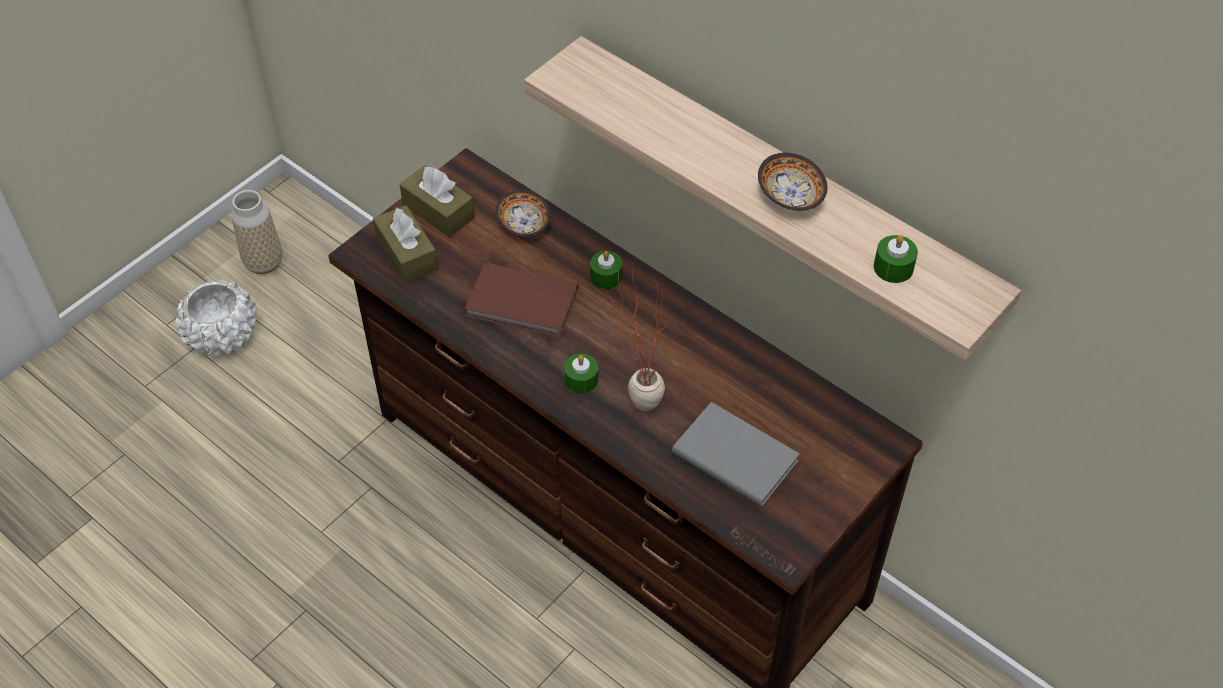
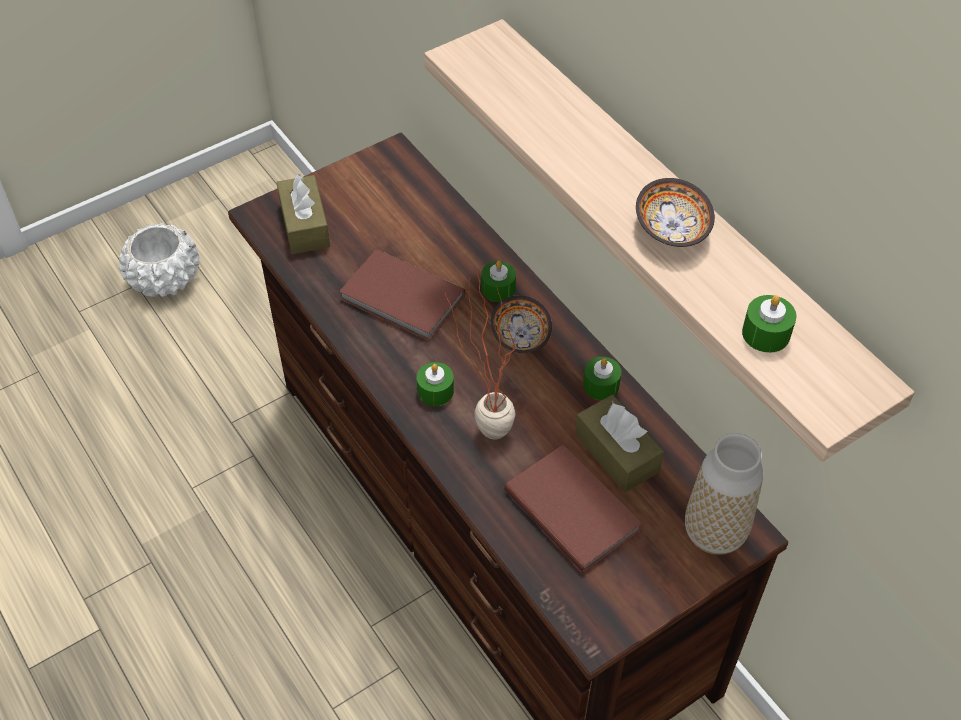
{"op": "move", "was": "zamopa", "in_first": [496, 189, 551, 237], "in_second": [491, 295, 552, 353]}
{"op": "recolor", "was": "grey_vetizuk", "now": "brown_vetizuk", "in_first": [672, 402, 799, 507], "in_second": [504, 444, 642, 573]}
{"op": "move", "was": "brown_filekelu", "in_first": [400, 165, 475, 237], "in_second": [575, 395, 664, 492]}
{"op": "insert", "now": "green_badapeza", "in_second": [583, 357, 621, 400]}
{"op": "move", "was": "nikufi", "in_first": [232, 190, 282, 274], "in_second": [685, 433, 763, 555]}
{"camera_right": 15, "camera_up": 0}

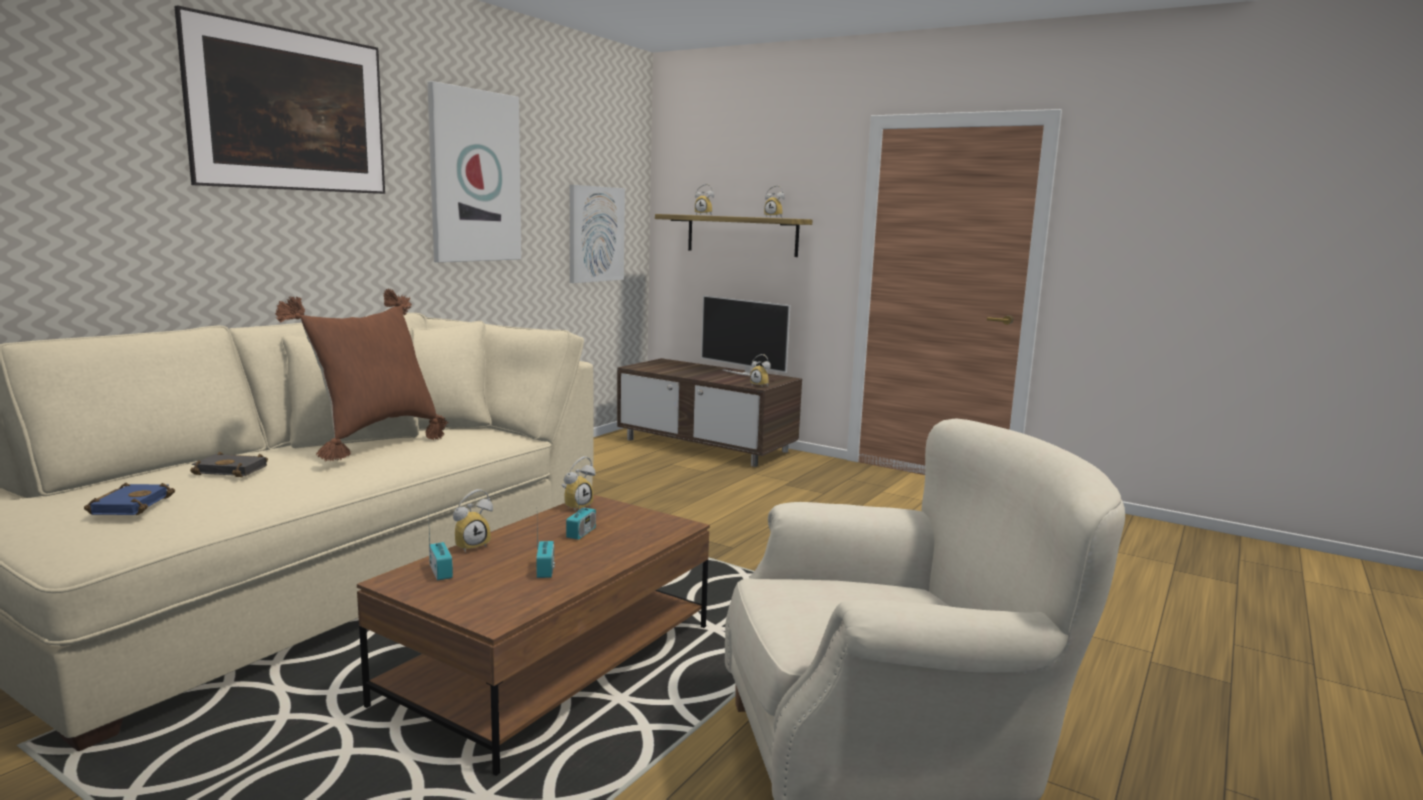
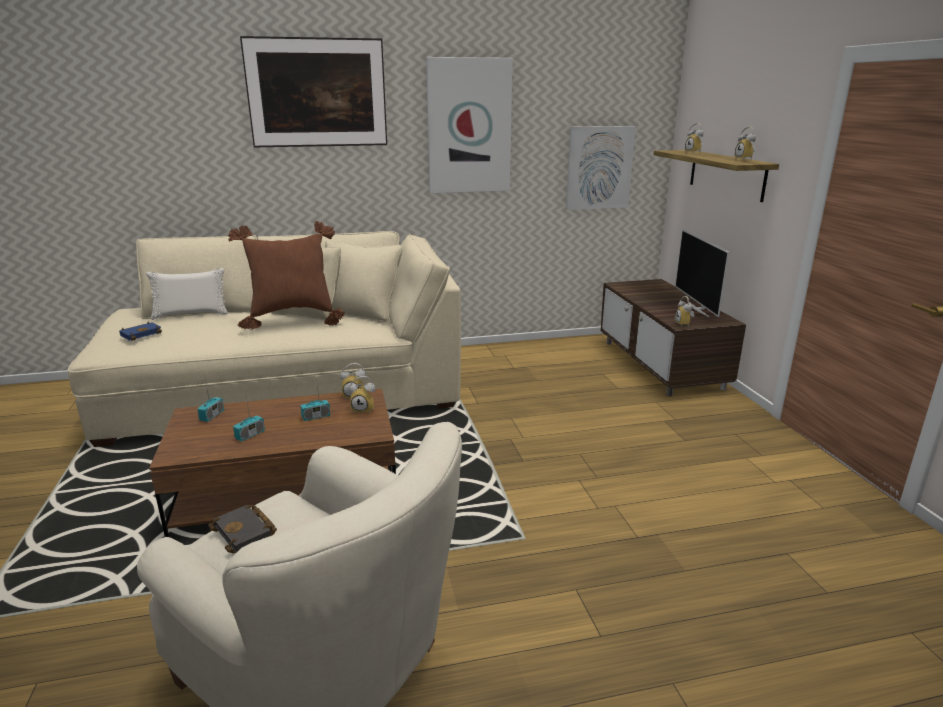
{"op": "insert", "now": "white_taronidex", "in_second": [146, 268, 228, 320]}
{"op": "move", "was": "black_vetizuk", "in_first": [190, 452, 268, 477], "in_second": [208, 505, 277, 553]}
{"op": "move", "was": "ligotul", "in_first": [453, 489, 493, 553], "in_second": [349, 376, 375, 414]}
{"camera_right": 45, "camera_up": 10}

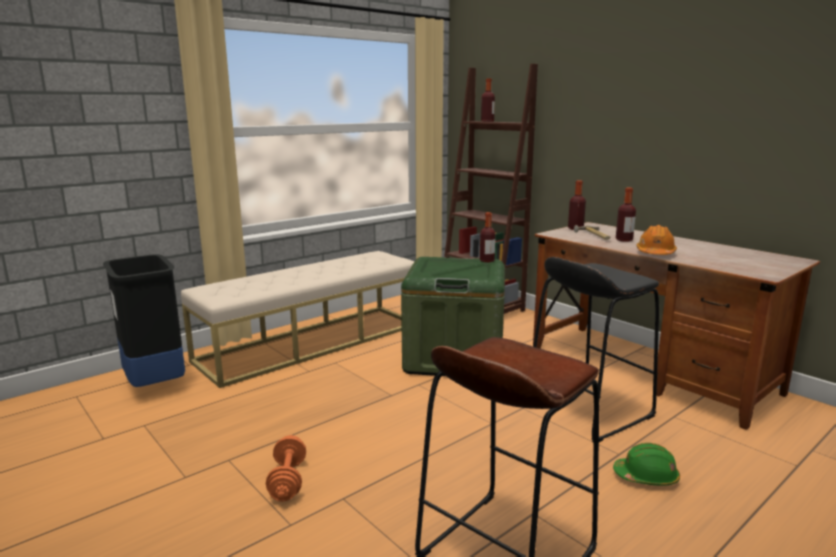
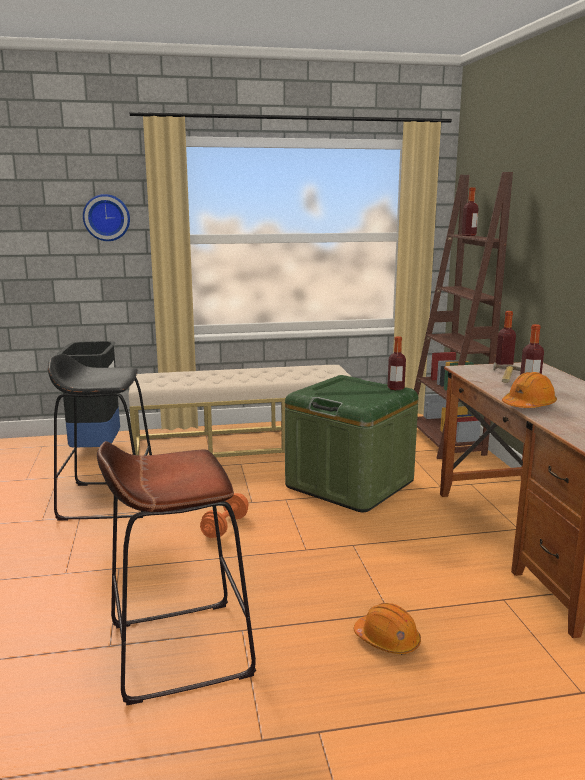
{"op": "move", "was": "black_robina", "in_first": [533, 257, 659, 443], "in_second": [48, 354, 152, 521]}
{"op": "insert", "now": "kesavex", "in_second": [83, 194, 130, 241]}
{"op": "move", "was": "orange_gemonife", "in_first": [266, 435, 306, 502], "in_second": [200, 493, 249, 538]}
{"op": "recolor", "was": "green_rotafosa", "now": "orange_rotafosa", "in_first": [613, 443, 680, 485], "in_second": [354, 603, 421, 655]}
{"camera_right": 30, "camera_up": 0}

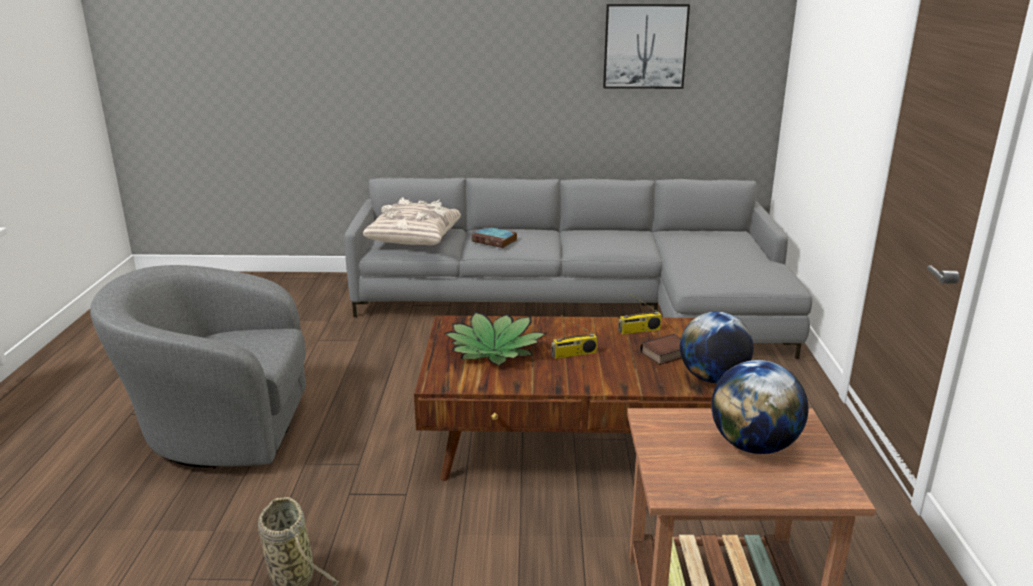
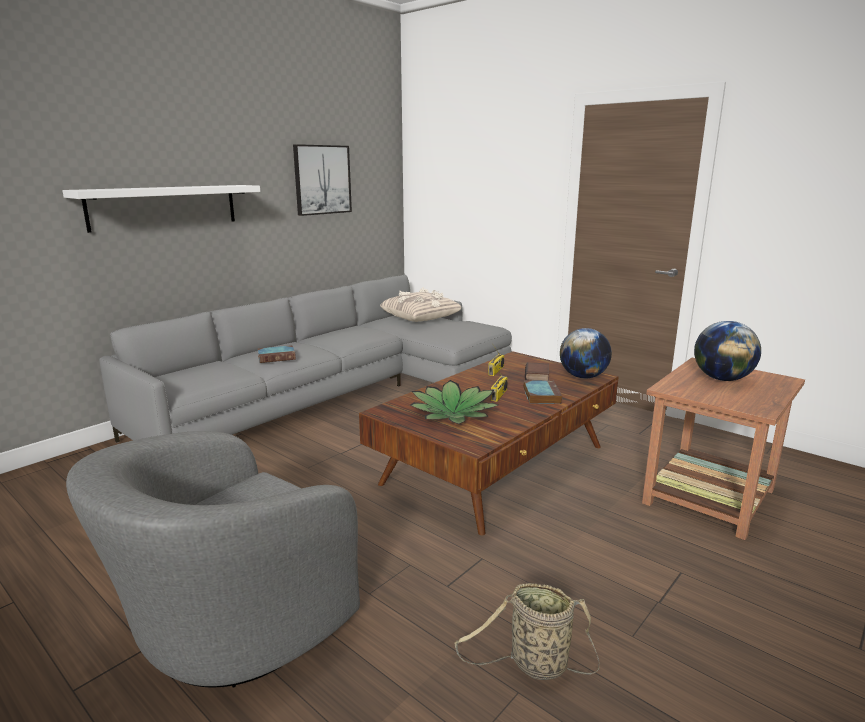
{"op": "insert", "now": "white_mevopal", "in_second": [62, 185, 260, 233]}
{"op": "move", "was": "beige_taronidex", "in_first": [363, 197, 461, 245], "in_second": [380, 288, 461, 322]}
{"op": "insert", "now": "vetizuk", "in_second": [523, 380, 562, 404]}
{"camera_right": -50, "camera_up": -5}

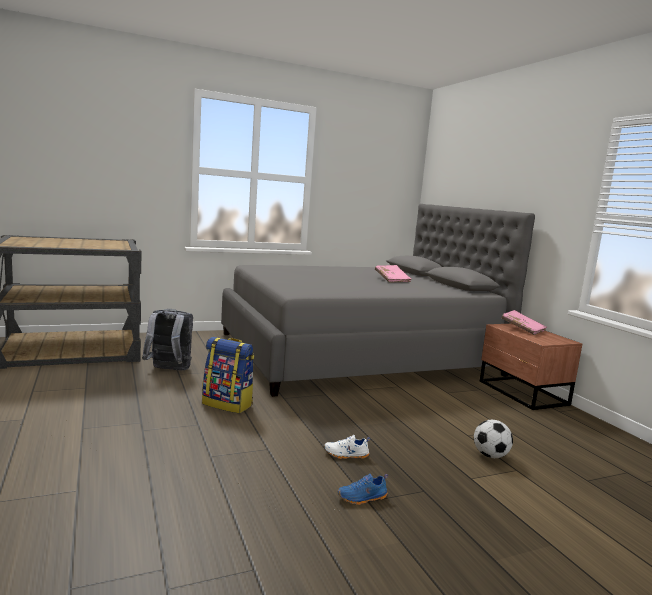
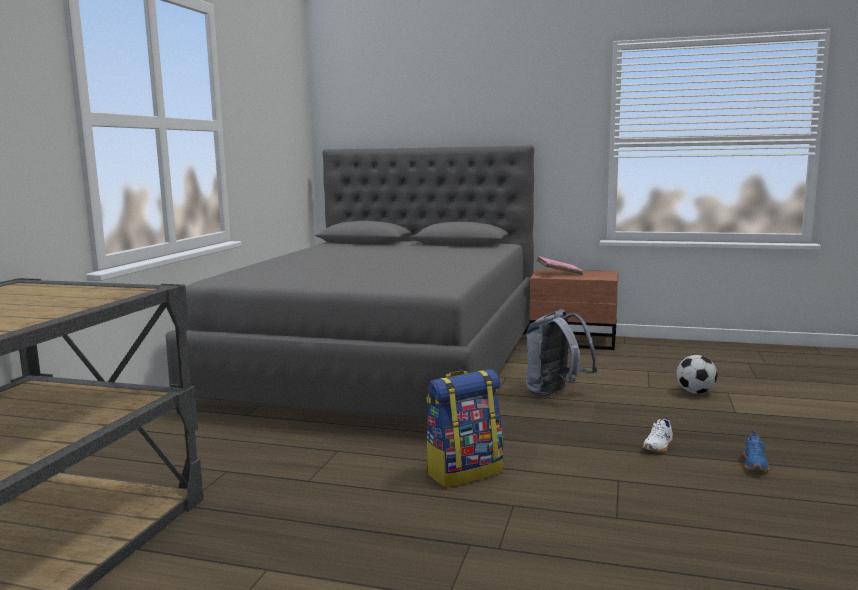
{"op": "move", "was": "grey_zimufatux", "in_first": [142, 309, 193, 370], "in_second": [526, 309, 598, 396]}
{"op": "delete", "was": "pink_vetizuk", "in_first": [375, 265, 412, 283]}
{"camera_right": -50, "camera_up": 0}

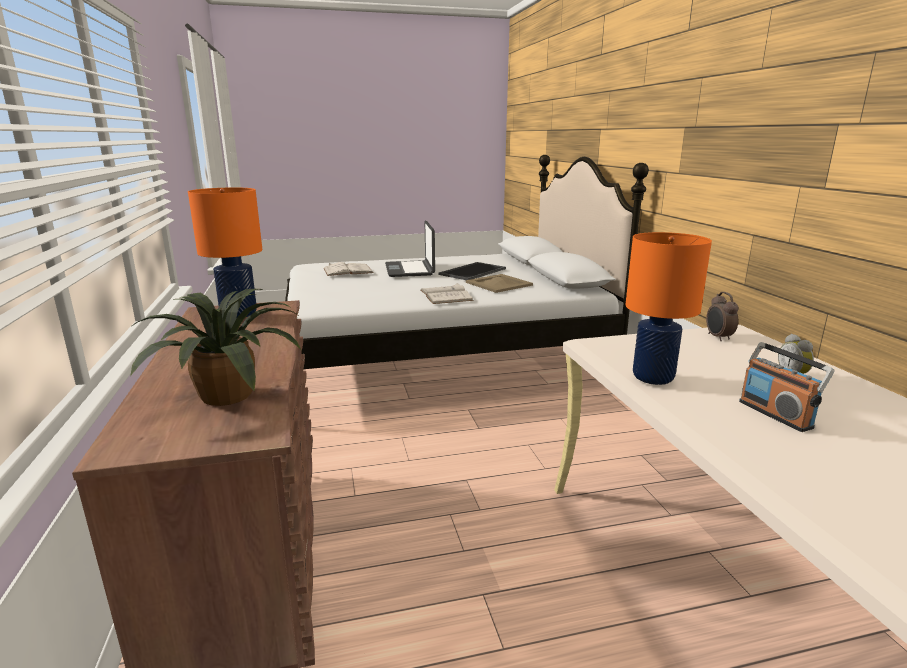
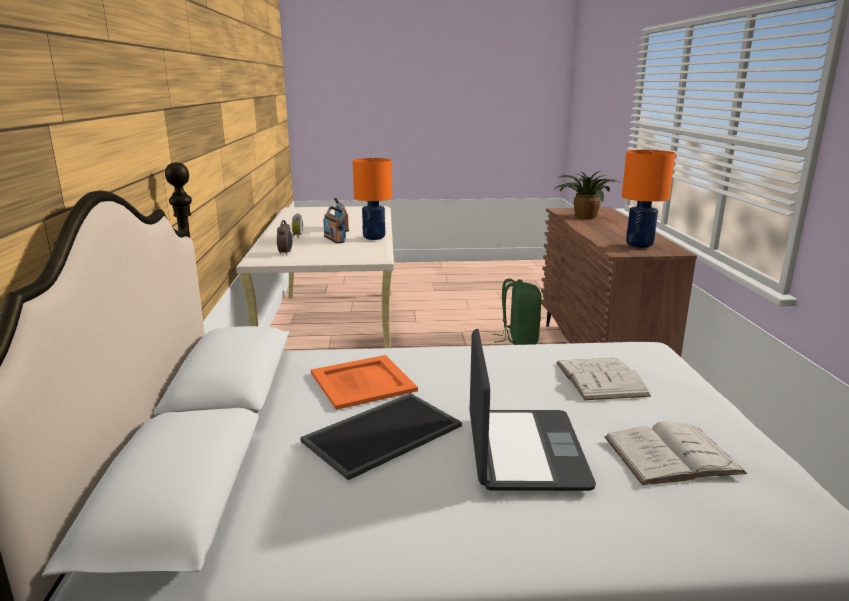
{"op": "recolor", "was": "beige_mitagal", "now": "orange_mitagal", "in_first": [466, 274, 533, 293], "in_second": [311, 355, 418, 410]}
{"op": "insert", "now": "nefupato", "in_second": [323, 206, 346, 243]}
{"op": "insert", "now": "green_zimufatux", "in_second": [493, 279, 542, 345]}
{"op": "move", "was": "white_vetizuk", "in_first": [420, 283, 474, 304], "in_second": [556, 358, 651, 400]}
{"camera_right": -170, "camera_up": 0}

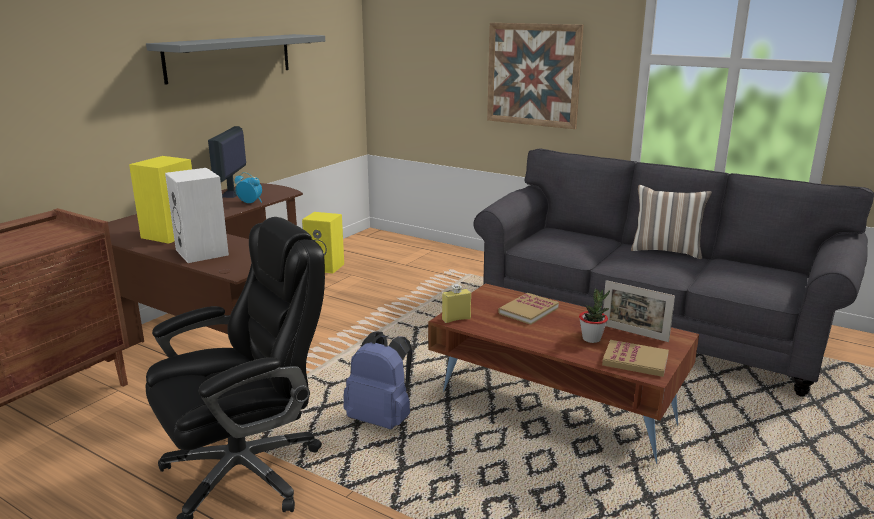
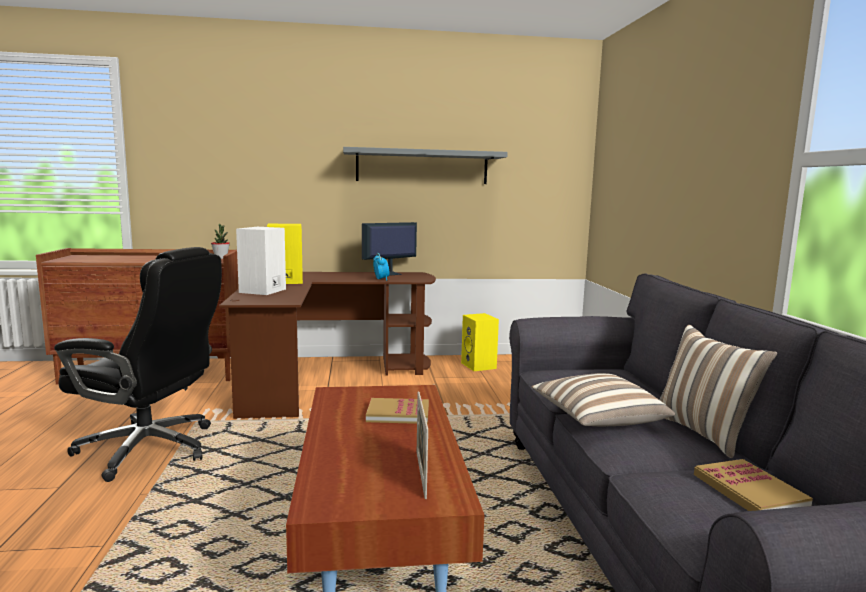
{"op": "move", "was": "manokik", "in_first": [579, 289, 610, 343], "in_second": [211, 224, 230, 259]}
{"op": "insert", "now": "taronidex", "in_second": [532, 373, 675, 427]}
{"op": "move", "was": "vetizuk", "in_first": [602, 340, 669, 377], "in_second": [694, 459, 813, 511]}
{"op": "delete", "was": "blue_zimufatux", "in_first": [343, 331, 412, 429]}
{"op": "delete", "was": "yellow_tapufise", "in_first": [442, 284, 471, 323]}
{"op": "delete", "was": "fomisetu", "in_first": [487, 23, 584, 129]}
{"camera_right": 50, "camera_up": -10}

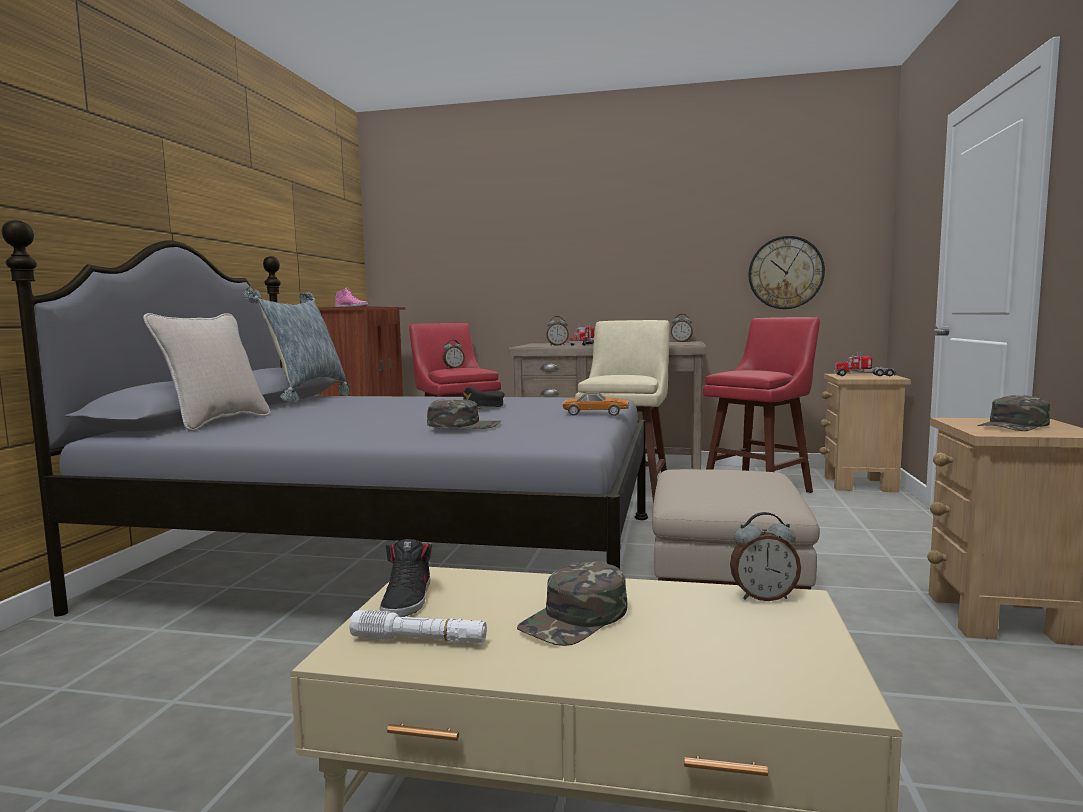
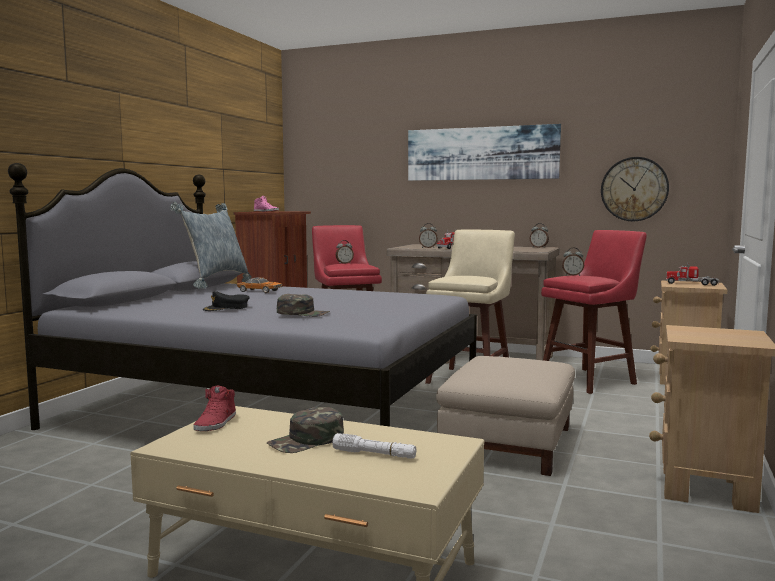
{"op": "recolor", "was": "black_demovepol", "now": "red_demovepol", "in_first": [380, 539, 432, 617], "in_second": [194, 386, 236, 431]}
{"op": "move", "was": "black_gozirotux", "in_first": [463, 387, 504, 409], "in_second": [203, 291, 250, 311]}
{"op": "move", "was": "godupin", "in_first": [563, 392, 629, 416], "in_second": [237, 277, 282, 293]}
{"op": "move", "was": "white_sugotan", "in_first": [349, 610, 487, 643], "in_second": [332, 433, 416, 459]}
{"op": "insert", "now": "fomisetu", "in_second": [408, 124, 561, 181]}
{"op": "move", "was": "ligotul", "in_first": [730, 512, 801, 601], "in_second": [562, 248, 584, 276]}
{"op": "delete", "was": "beige_taronidex", "in_first": [143, 313, 270, 431]}
{"op": "delete", "was": "green_gozirotux", "in_first": [977, 395, 1050, 431]}
{"camera_right": 10, "camera_up": 0}

